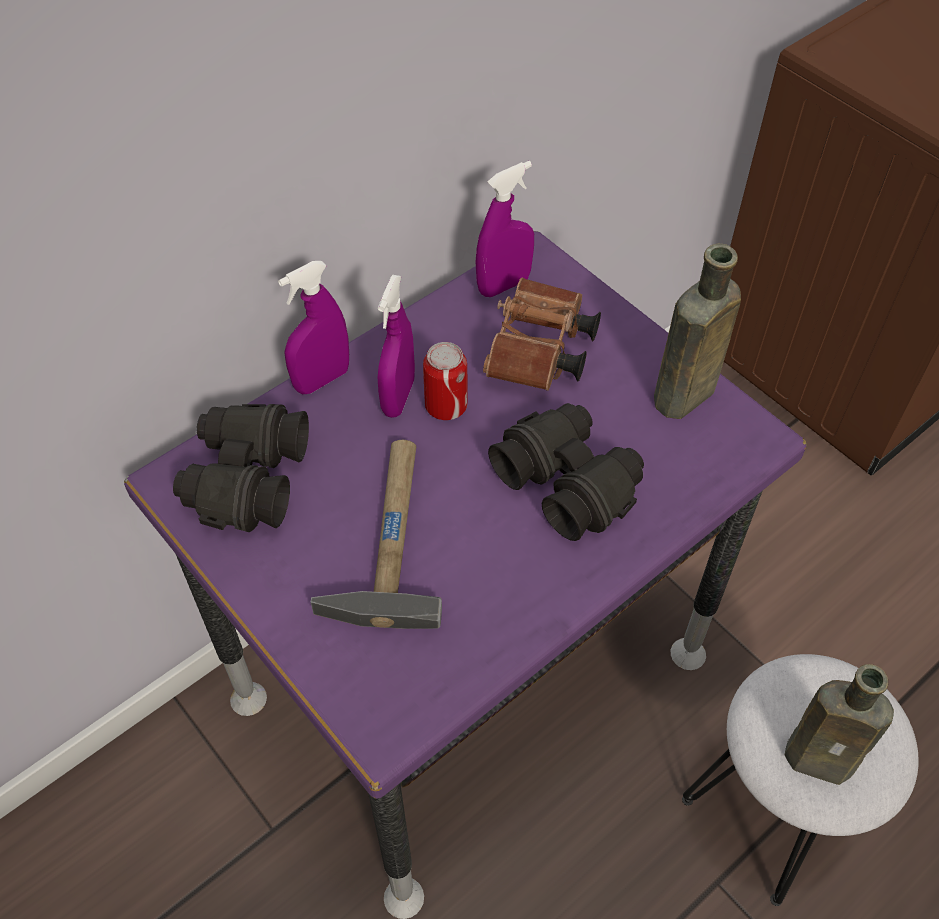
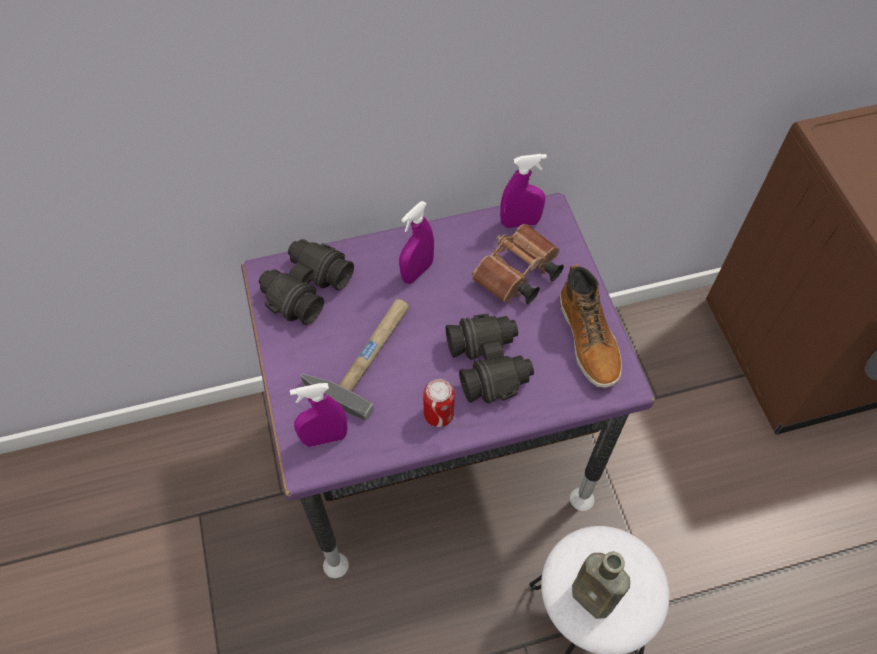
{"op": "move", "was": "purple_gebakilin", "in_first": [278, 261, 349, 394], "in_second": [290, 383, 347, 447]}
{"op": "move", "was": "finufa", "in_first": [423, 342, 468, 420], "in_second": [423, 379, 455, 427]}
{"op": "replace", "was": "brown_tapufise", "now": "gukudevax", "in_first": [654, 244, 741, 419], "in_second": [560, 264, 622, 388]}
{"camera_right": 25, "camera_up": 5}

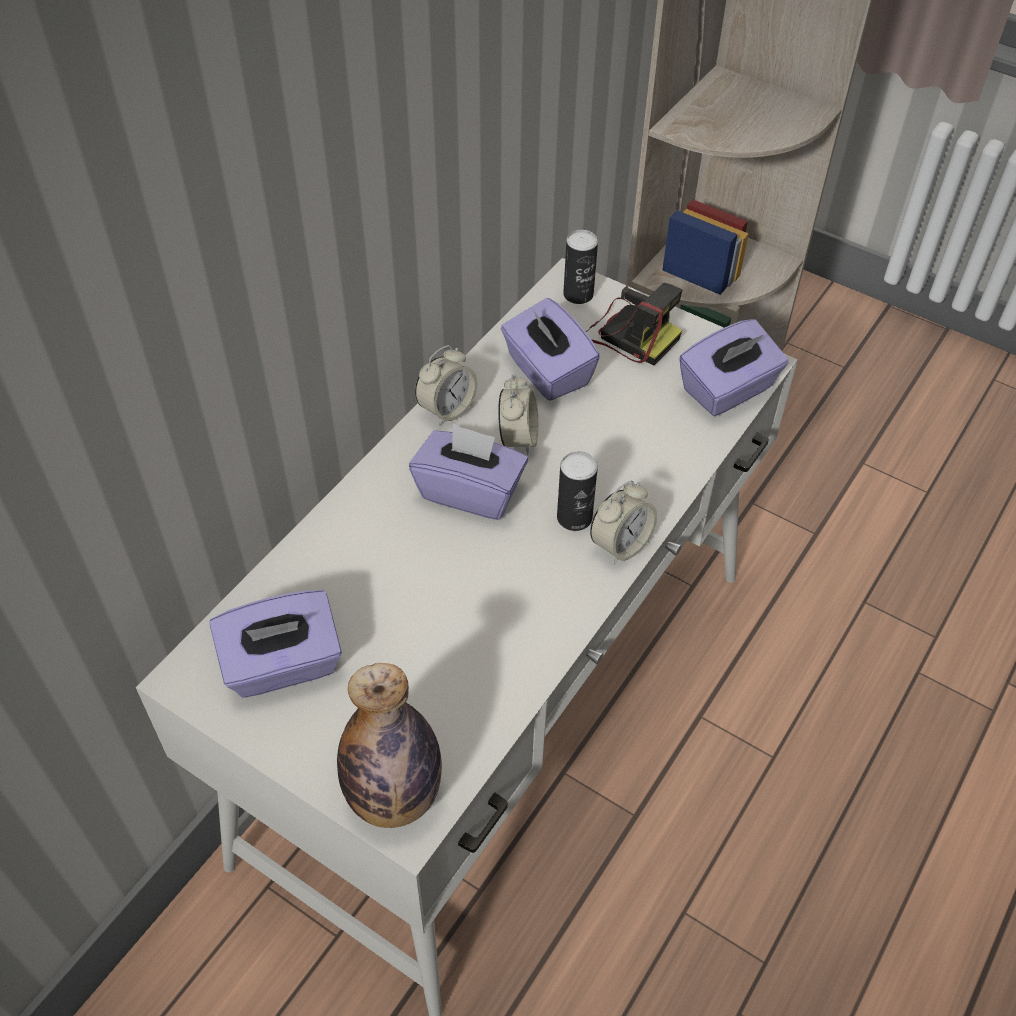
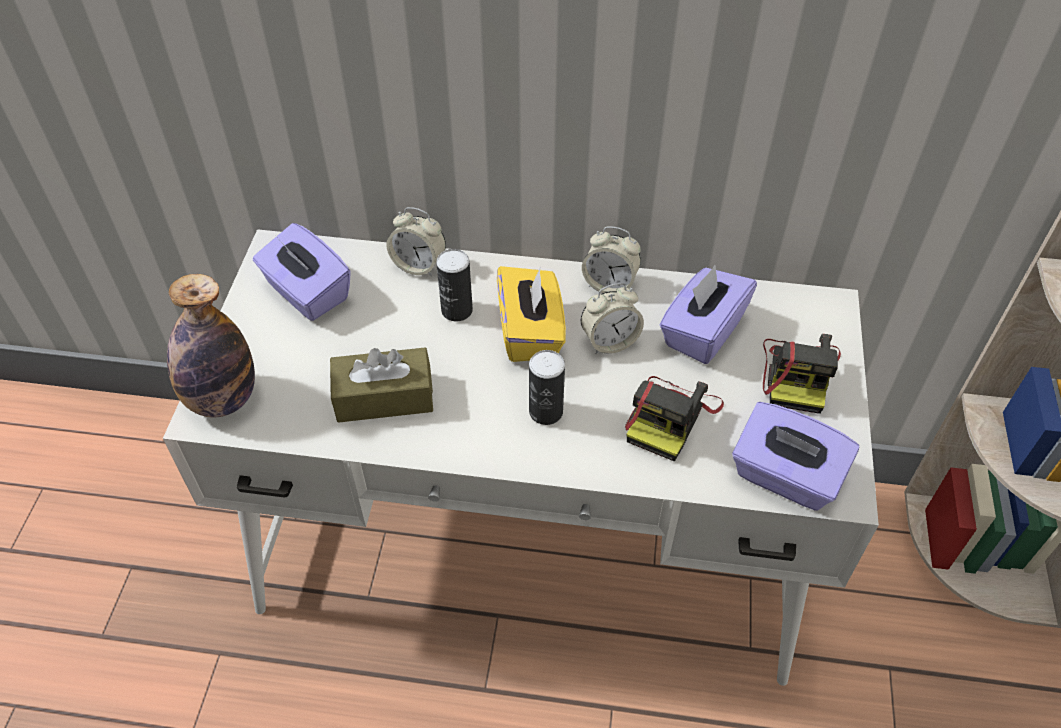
{"op": "insert", "now": "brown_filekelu", "in_second": [330, 348, 433, 423]}
{"op": "move", "was": "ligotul", "in_first": [590, 480, 657, 564], "in_second": [386, 207, 446, 276]}
{"op": "move", "was": "finufa", "in_first": [563, 230, 598, 304], "in_second": [436, 249, 473, 321]}
{"op": "recolor", "was": "purple_filekelu", "now": "yellow_filekelu", "in_first": [409, 423, 528, 520], "in_second": [497, 266, 566, 362]}
{"op": "insert", "now": "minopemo", "in_second": [625, 376, 724, 462]}
{"camera_right": 65, "camera_up": 0}

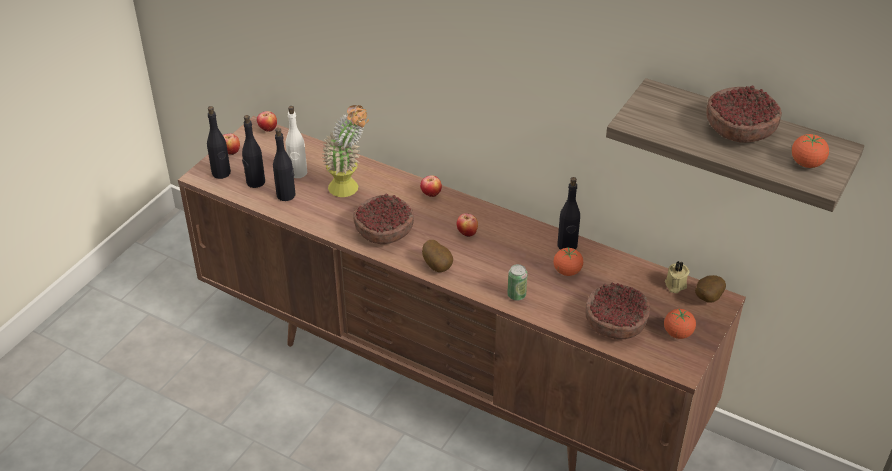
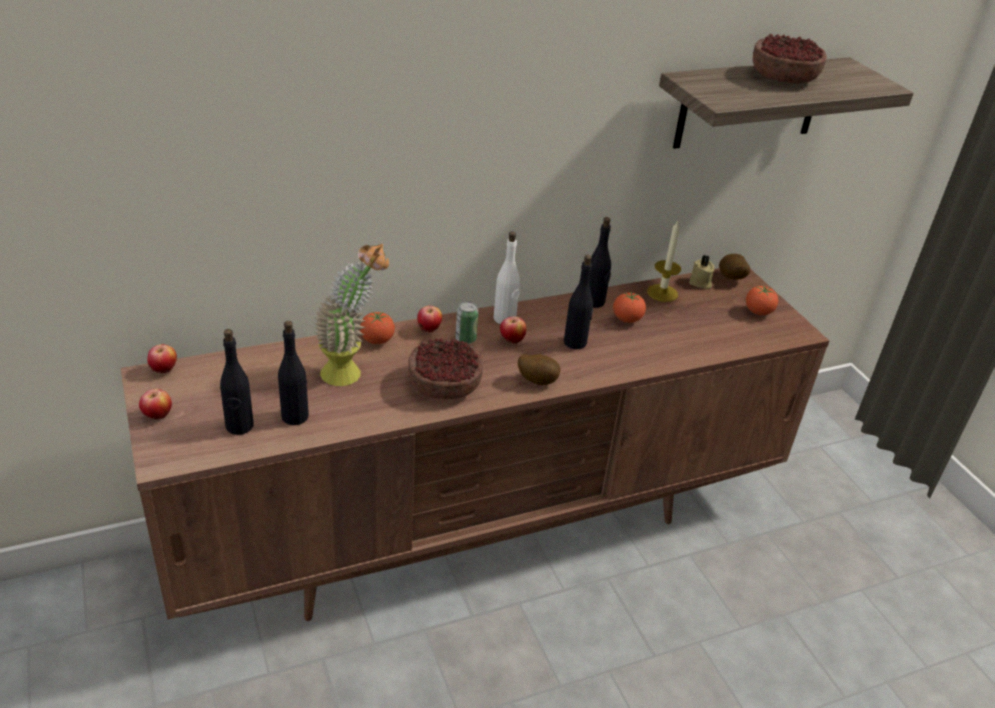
{"op": "move", "was": "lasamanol", "in_first": [792, 134, 829, 168], "in_second": [360, 312, 395, 344]}
{"op": "move", "was": "finufa", "in_first": [507, 264, 528, 301], "in_second": [455, 301, 478, 344]}
{"op": "move", "was": "white_tapufise", "in_first": [286, 106, 307, 178], "in_second": [494, 231, 520, 324]}
{"op": "move", "was": "black_tapufise", "in_first": [207, 106, 231, 179], "in_second": [564, 255, 593, 349]}
{"op": "insert", "now": "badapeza", "in_second": [647, 221, 681, 302]}
{"op": "delete", "was": "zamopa", "in_first": [585, 283, 650, 339]}
{"camera_right": -55, "camera_up": -5}

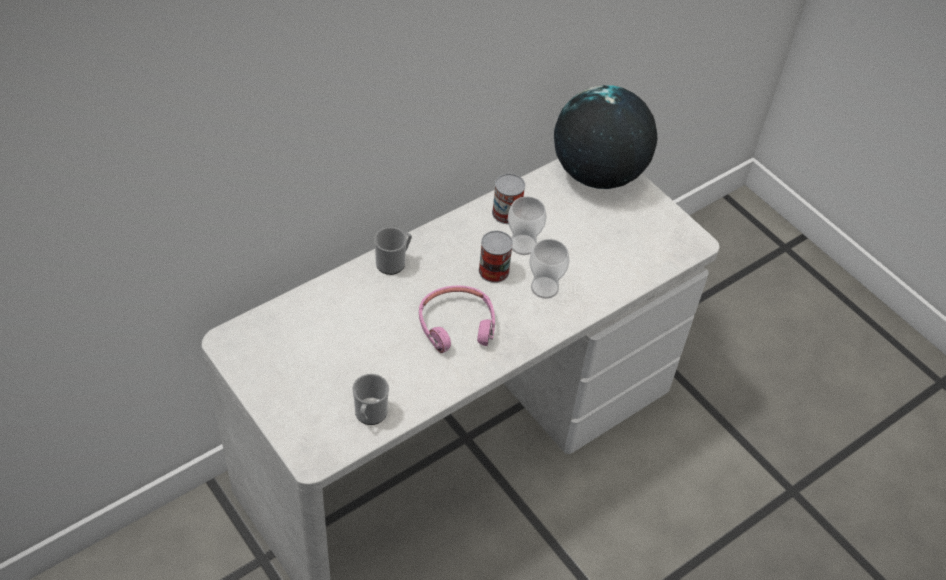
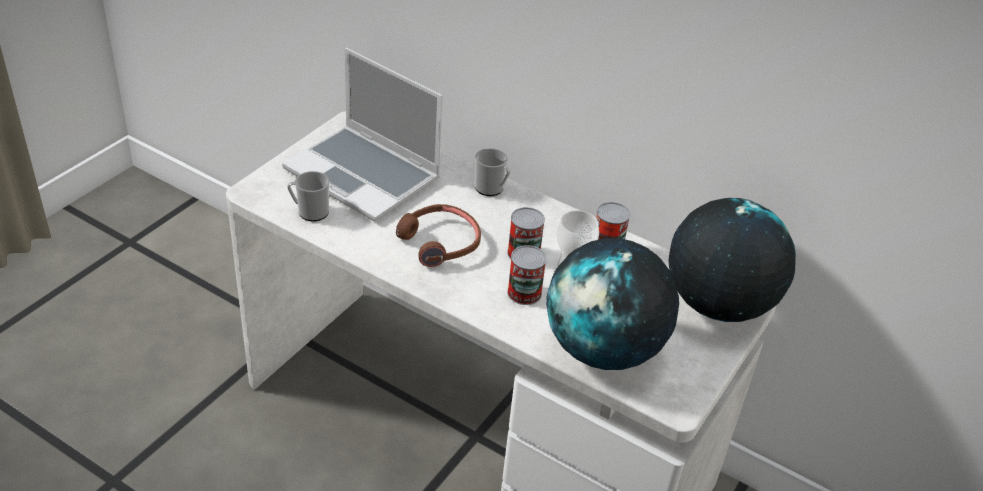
{"op": "insert", "now": "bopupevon", "in_second": [282, 48, 443, 222]}
{"op": "recolor", "was": "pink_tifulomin", "now": "brown_tifulomin", "in_first": [419, 286, 495, 353], "in_second": [396, 204, 481, 267]}
{"op": "replace", "was": "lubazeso", "now": "finufa", "in_first": [529, 239, 570, 299], "in_second": [507, 245, 547, 305]}
{"op": "insert", "now": "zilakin", "in_second": [546, 238, 679, 370]}
{"camera_right": 70, "camera_up": -10}

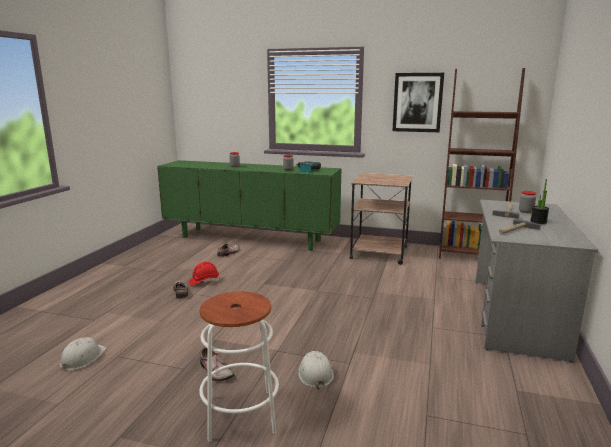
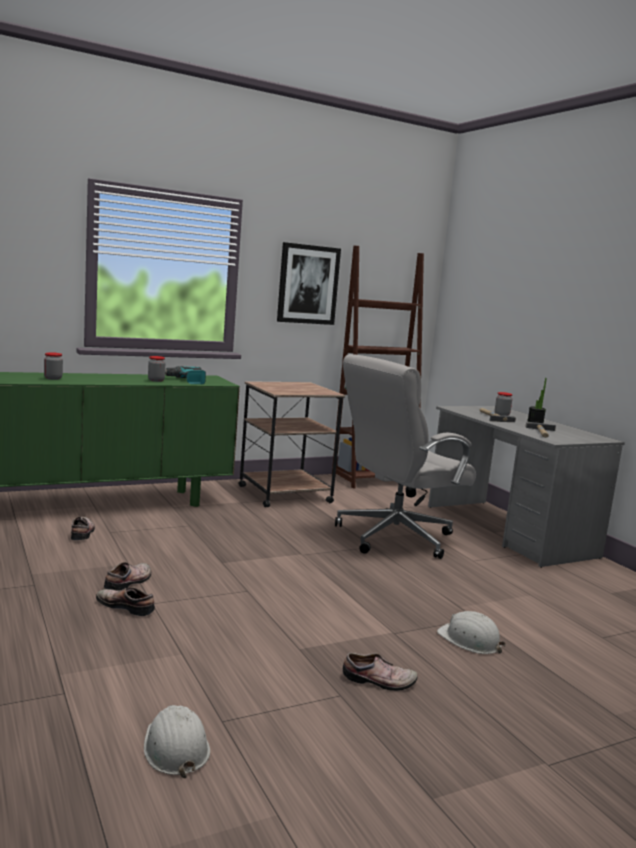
{"op": "replace", "was": "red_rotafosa", "now": "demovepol", "in_first": [189, 262, 219, 286], "in_second": [104, 562, 151, 591]}
{"op": "insert", "now": "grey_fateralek", "in_second": [335, 354, 476, 559]}
{"op": "delete", "was": "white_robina", "in_first": [199, 292, 279, 442]}
{"camera_right": -45, "camera_up": -5}

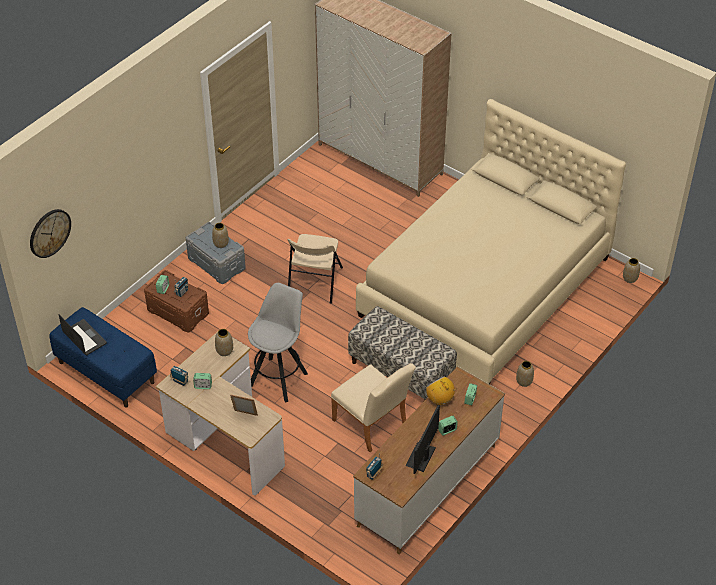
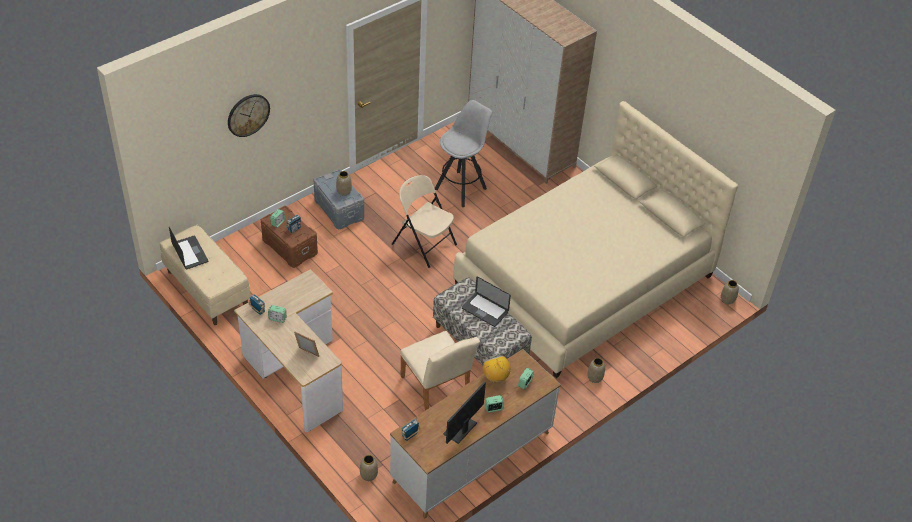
{"op": "recolor", "was": "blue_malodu", "now": "beige_malodu", "in_first": [49, 307, 157, 408], "in_second": [160, 225, 251, 325]}
{"op": "move", "was": "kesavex", "in_first": [30, 209, 71, 258], "in_second": [228, 94, 270, 137]}
{"op": "move", "was": "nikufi", "in_first": [215, 329, 233, 356], "in_second": [360, 455, 378, 481]}
{"op": "rotate", "was": "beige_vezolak", "in_first": [287, 234, 343, 304], "in_second": [392, 175, 457, 268], "clockwise": 105}
{"op": "move", "was": "grey_robina", "in_first": [248, 283, 308, 403], "in_second": [435, 100, 492, 207]}
{"op": "insert", "now": "bopupevon", "in_second": [462, 276, 511, 327]}
{"camera_right": 10, "camera_up": 0}

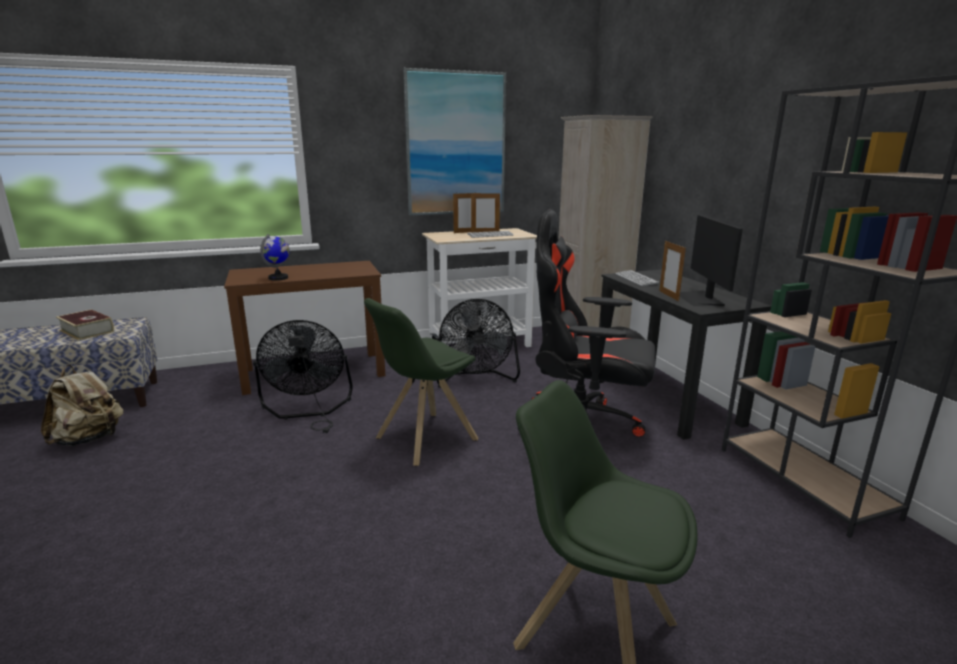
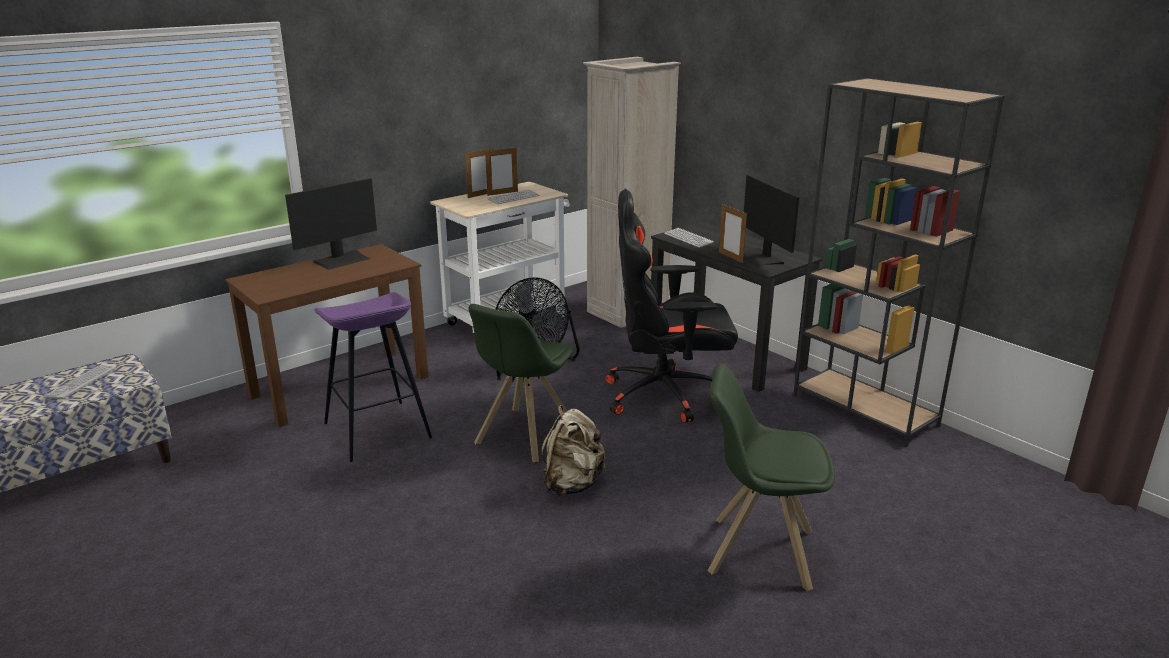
{"op": "replace", "was": "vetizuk", "now": "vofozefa", "in_first": [56, 309, 114, 341], "in_second": [43, 366, 116, 399]}
{"op": "insert", "now": "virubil", "in_second": [285, 178, 377, 270]}
{"op": "replace", "was": "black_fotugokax", "now": "purple_robina", "in_first": [253, 320, 353, 433], "in_second": [314, 292, 432, 462]}
{"op": "move", "was": "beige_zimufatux", "in_first": [41, 365, 123, 446], "in_second": [541, 405, 606, 496]}
{"op": "delete", "was": "zilakin", "in_first": [260, 234, 290, 281]}
{"op": "delete", "was": "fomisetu", "in_first": [403, 68, 506, 216]}
{"camera_right": -20, "camera_up": 5}

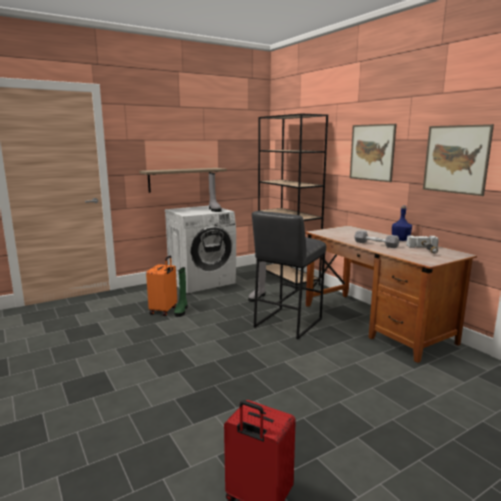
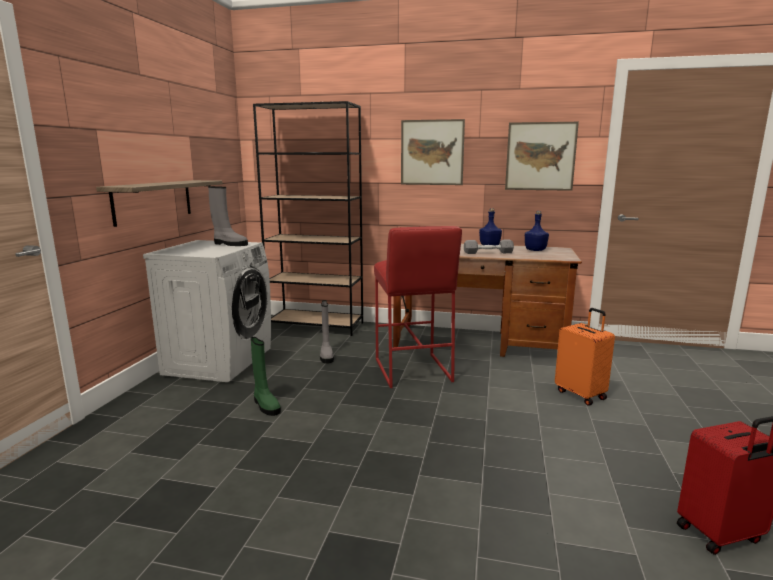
{"op": "recolor", "was": "grey_robina", "now": "red_robina", "in_first": [252, 211, 326, 339], "in_second": [374, 226, 462, 388]}
{"op": "replace", "was": "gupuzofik", "now": "blue_tapufise", "in_first": [406, 236, 439, 254], "in_second": [525, 211, 549, 251]}
{"op": "move", "was": "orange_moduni", "in_first": [146, 255, 177, 316], "in_second": [555, 308, 615, 405]}
{"camera_right": -45, "camera_up": 0}

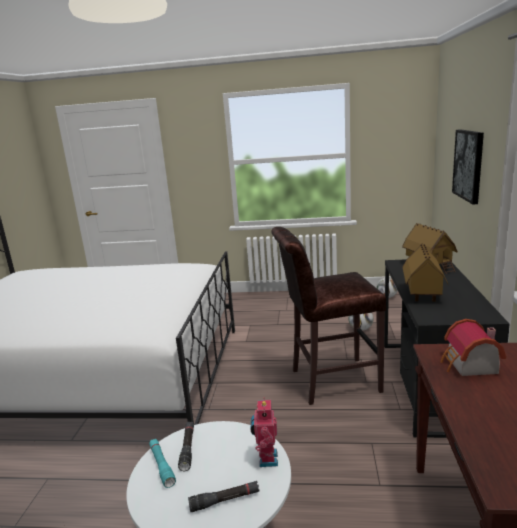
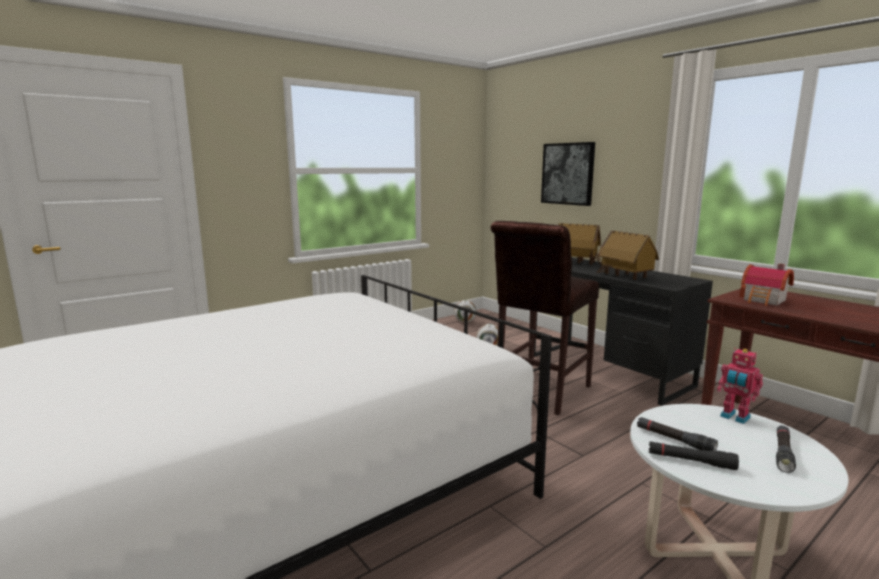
{"op": "recolor", "was": "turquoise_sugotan", "now": "black_sugotan", "in_first": [149, 439, 176, 488], "in_second": [649, 442, 739, 470]}
{"camera_right": -45, "camera_up": -5}

